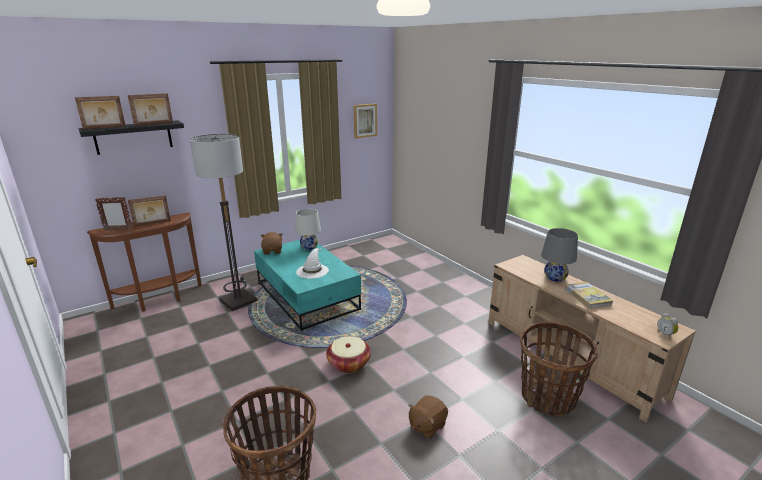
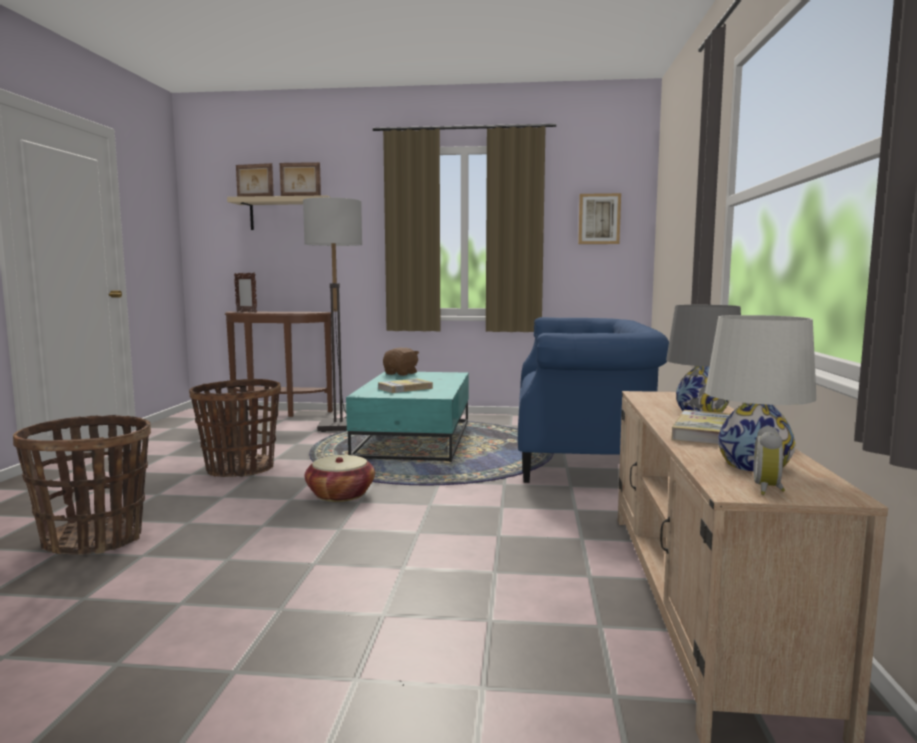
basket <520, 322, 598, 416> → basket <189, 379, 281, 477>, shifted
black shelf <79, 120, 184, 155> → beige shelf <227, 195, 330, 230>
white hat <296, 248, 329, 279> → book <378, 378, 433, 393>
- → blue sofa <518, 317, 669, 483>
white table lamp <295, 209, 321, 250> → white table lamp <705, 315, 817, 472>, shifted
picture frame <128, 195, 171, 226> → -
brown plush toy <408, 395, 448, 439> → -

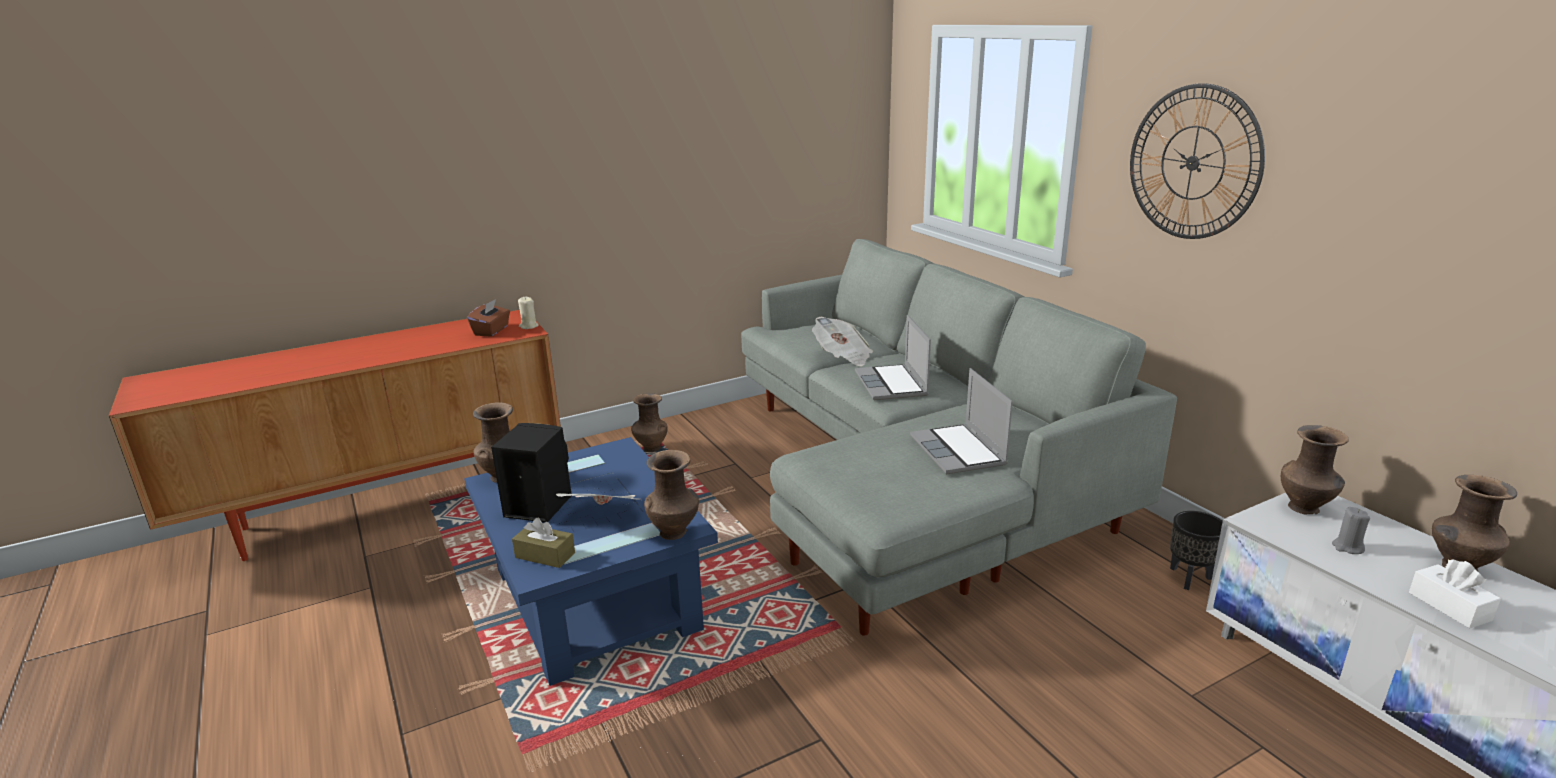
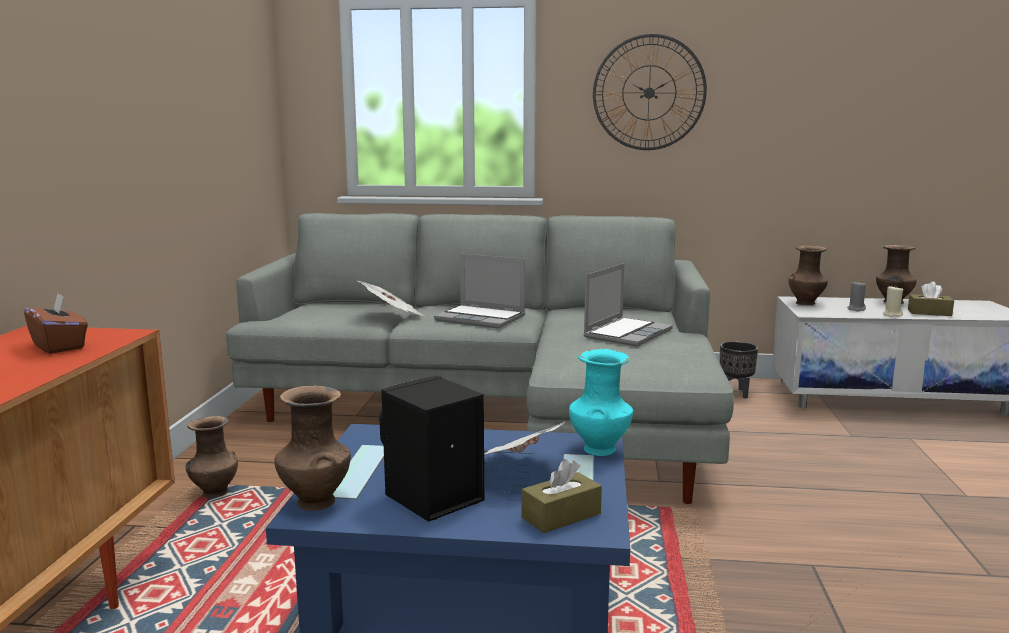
brown vase <644, 450, 699, 540> → turquoise vase <569, 349, 633, 456>
laptop <910, 368, 1013, 474> → laptop <583, 263, 673, 347>, 75 degrees counterclockwise
beige candle <518, 297, 539, 329> → beige candle <883, 285, 903, 317>, shifted
white tissue box <1409, 560, 1501, 629> → brown tissue box <908, 282, 954, 316>

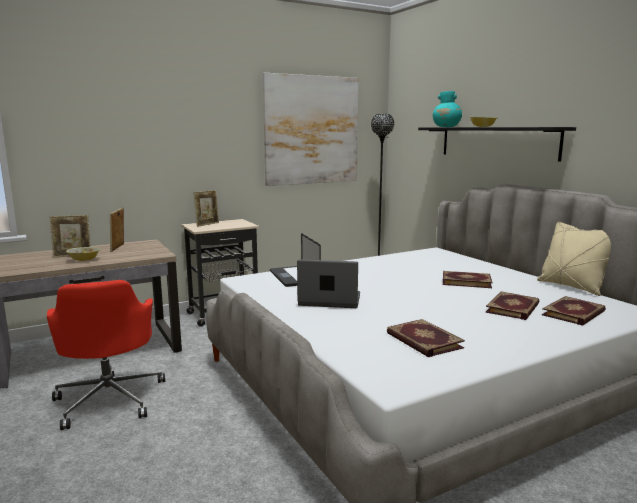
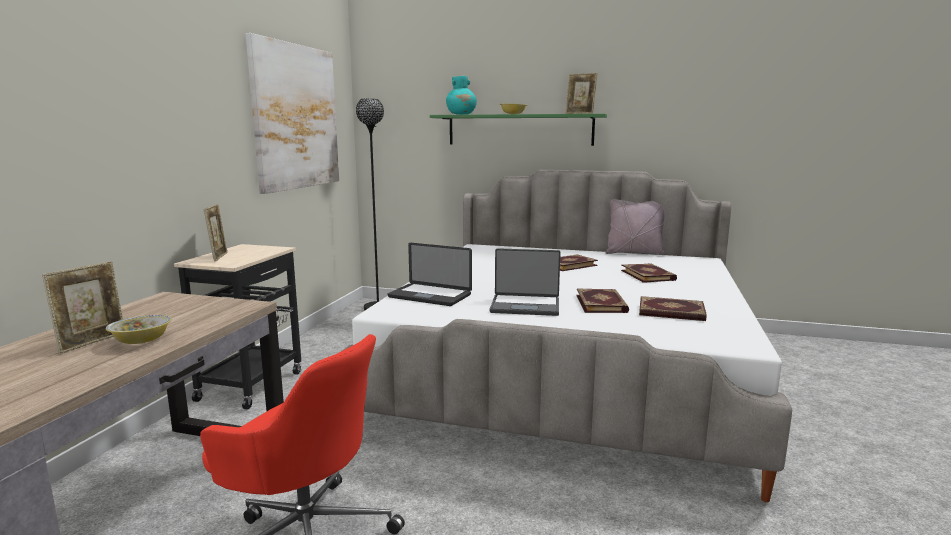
black shelf <418, 127, 576, 162> → green shelf <430, 114, 607, 146>
laptop <297, 259, 360, 308> → laptop <490, 248, 561, 316>, 135 degrees counterclockwise
picture frame <109, 208, 124, 252> → picture frame <565, 73, 598, 114>, shifted
book <542, 296, 606, 325> → book <576, 289, 629, 313>, shifted
beige pillow <537, 222, 611, 296> → purple pillow <606, 199, 665, 255>

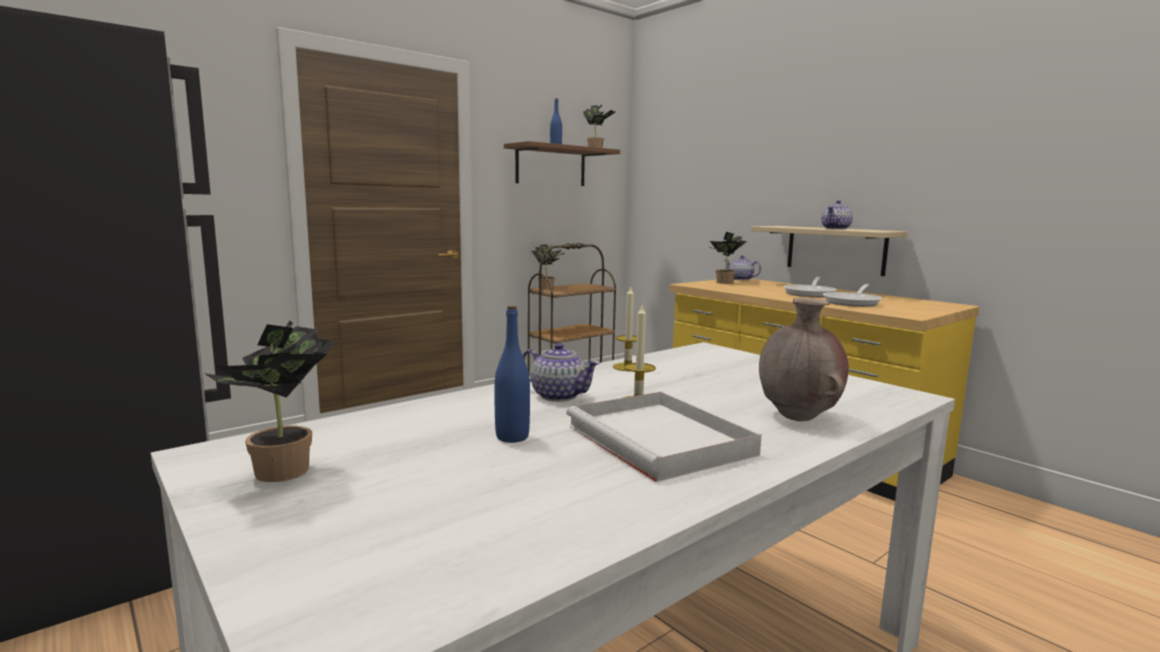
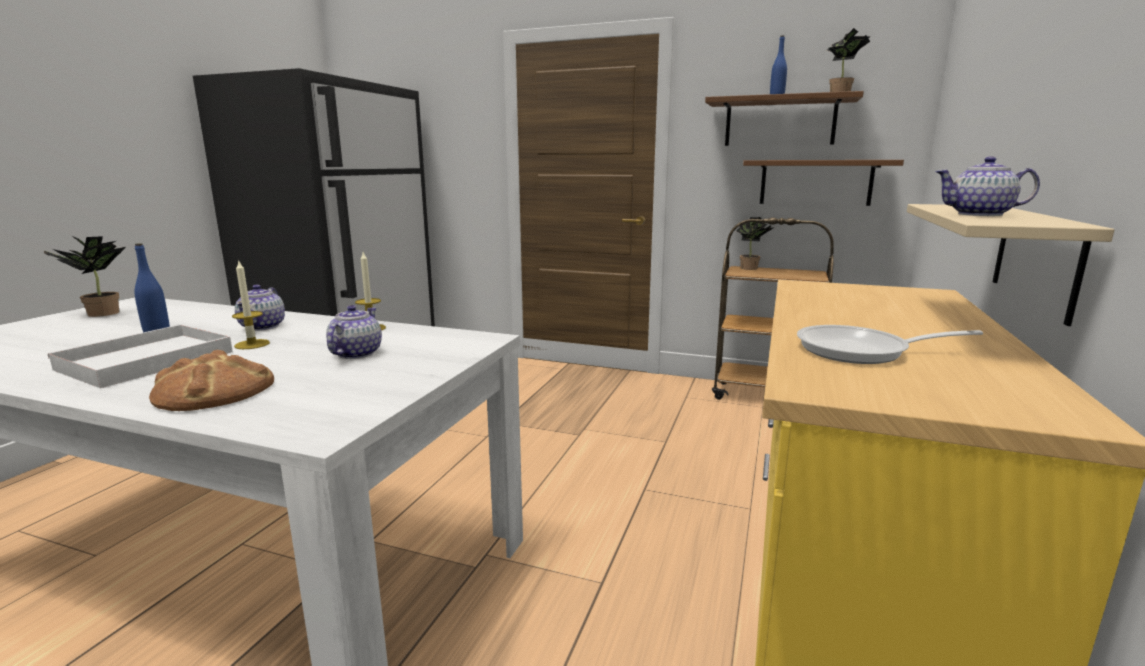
brown vase <759, 298, 849, 421> → bread <149, 349, 274, 411>
teapot <724, 255, 761, 280> → teapot <326, 305, 382, 359>, shifted
- → brown shelf <743, 160, 904, 206>
potted plant <709, 232, 747, 284> → -
frying pan <783, 277, 837, 297> → -

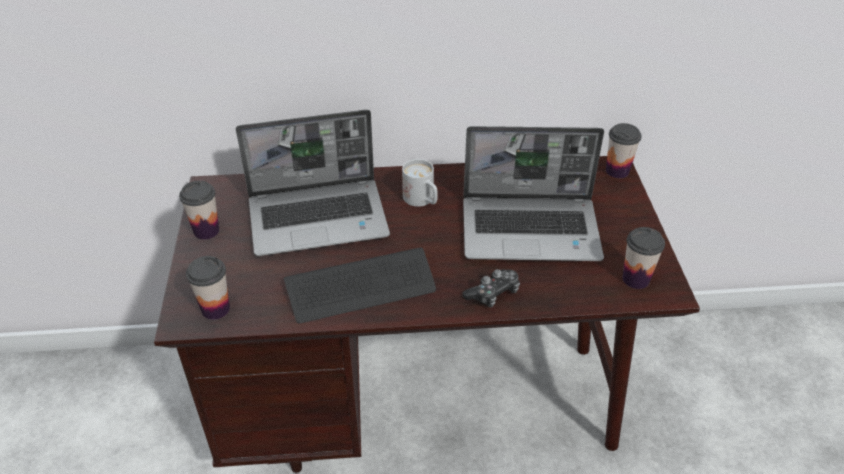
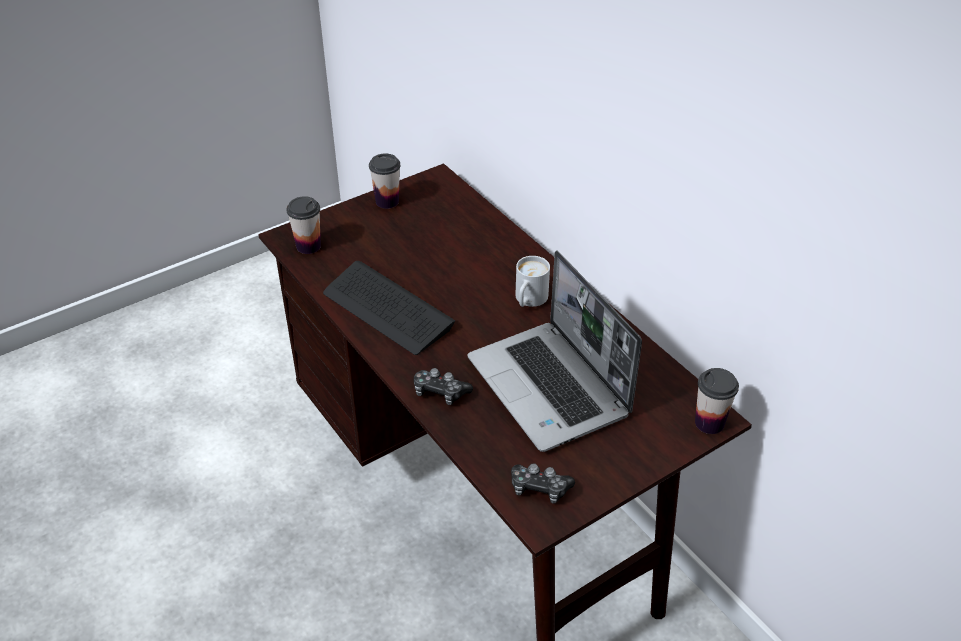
cup <622, 227, 665, 289> → game controller <511, 463, 575, 504>
laptop <236, 110, 390, 256> → -

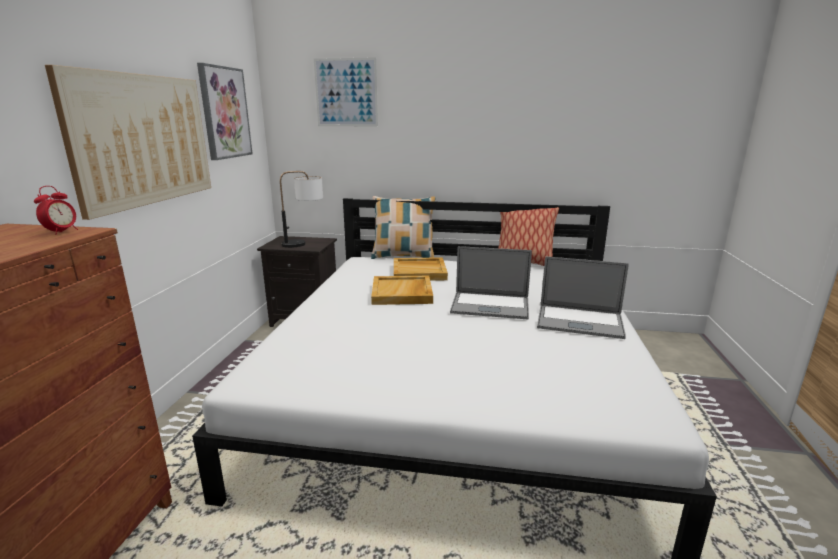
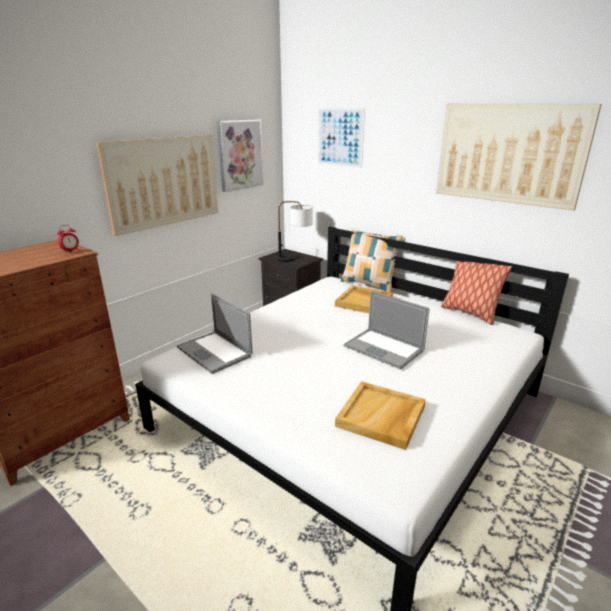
laptop <537, 256, 629, 339> → laptop <177, 293, 252, 374>, shifted
beige tray <371, 276, 433, 305> → beige tray <335, 381, 426, 450>, shifted
- → picture <436, 104, 602, 210>

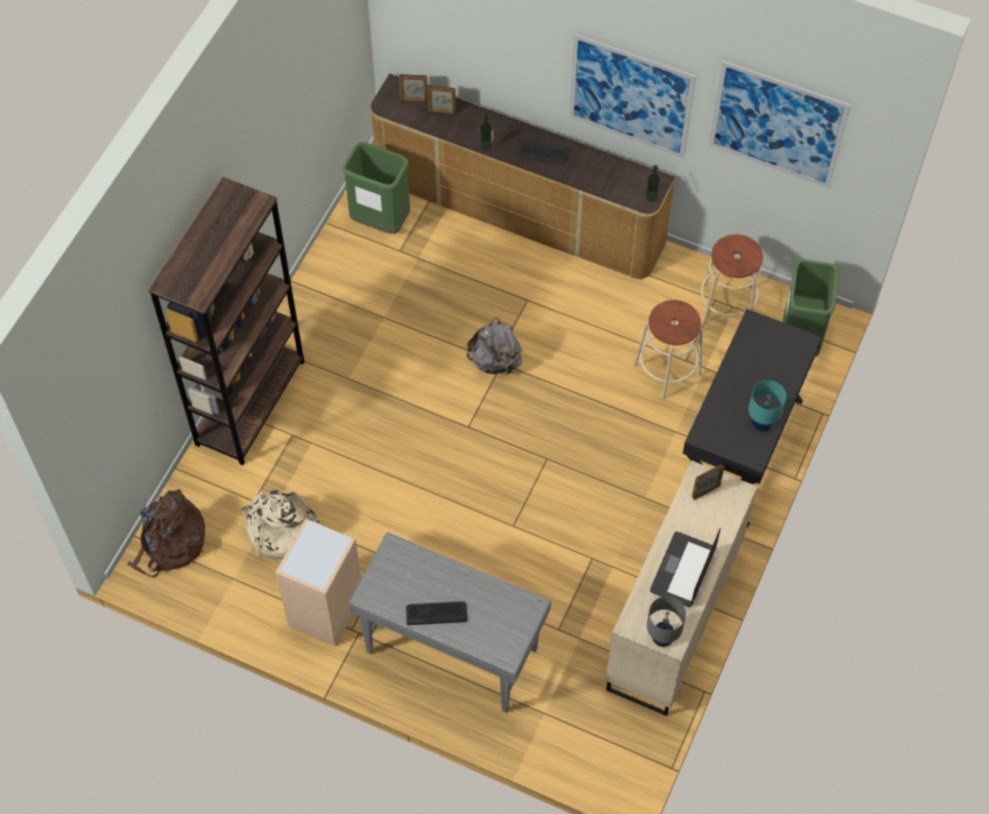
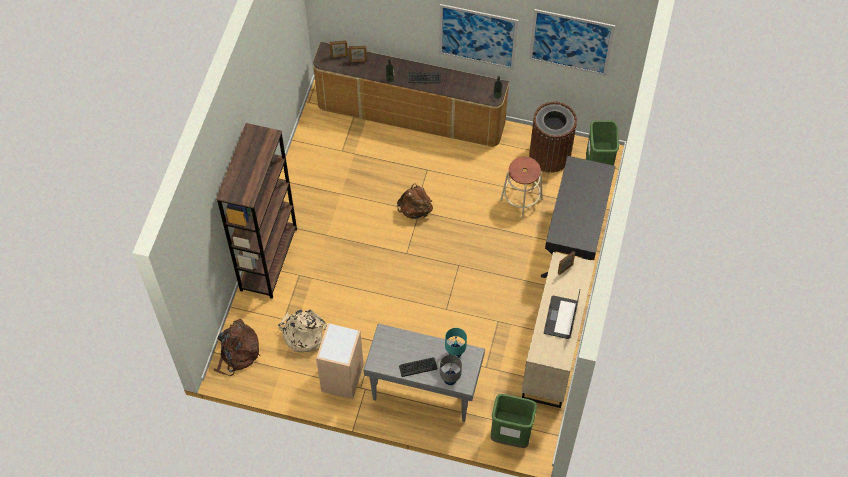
grey backpack <467, 317, 523, 376> → brown backpack <397, 183, 433, 219>
grey table lamp <647, 596, 686, 647> → grey table lamp <440, 355, 462, 385>, shifted
turquoise table lamp <748, 380, 786, 431> → turquoise table lamp <445, 328, 467, 358>, shifted
green trash can <343, 142, 410, 234> → green trash can <491, 394, 537, 448>, shifted
beige stool <701, 234, 763, 324> → brown trash can <529, 102, 577, 173>

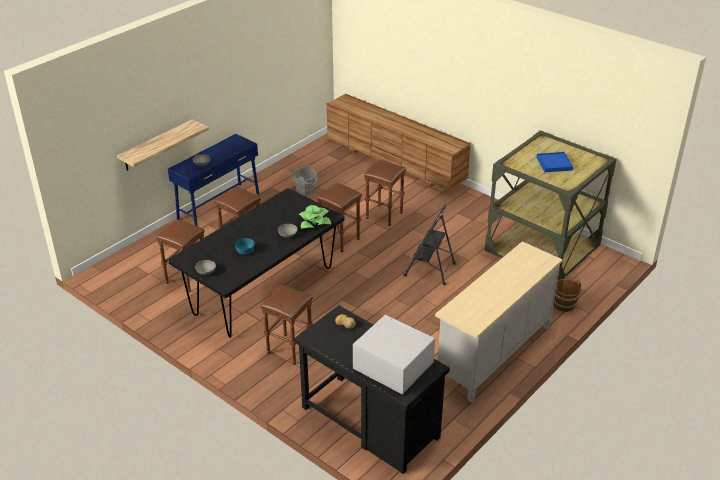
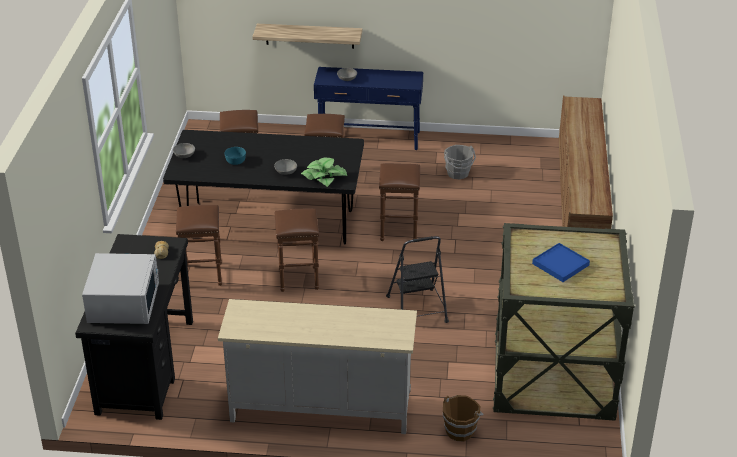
brown stool <364, 160, 406, 226> → brown stool <275, 209, 319, 292>, shifted

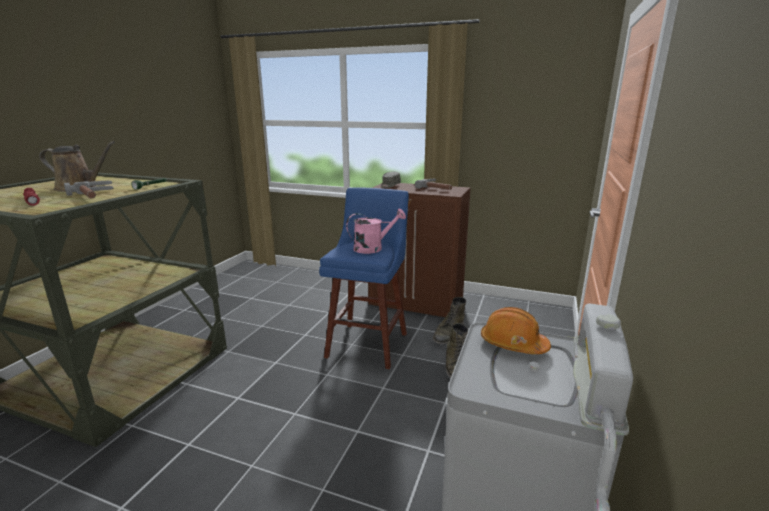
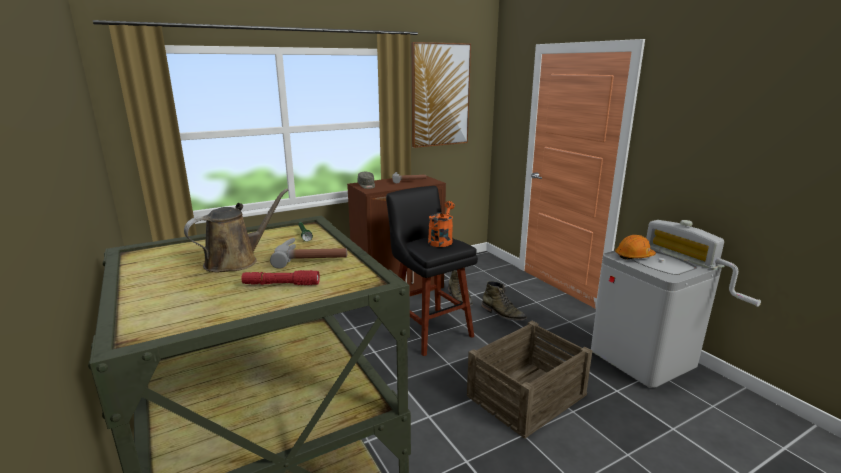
blue stool <319, 188, 409, 369> → black stool <386, 186, 478, 356>
- → picture <412, 42, 471, 148>
pink watering can <346, 209, 406, 254> → orange watering can <428, 201, 455, 247>
- → crate <467, 321, 592, 439>

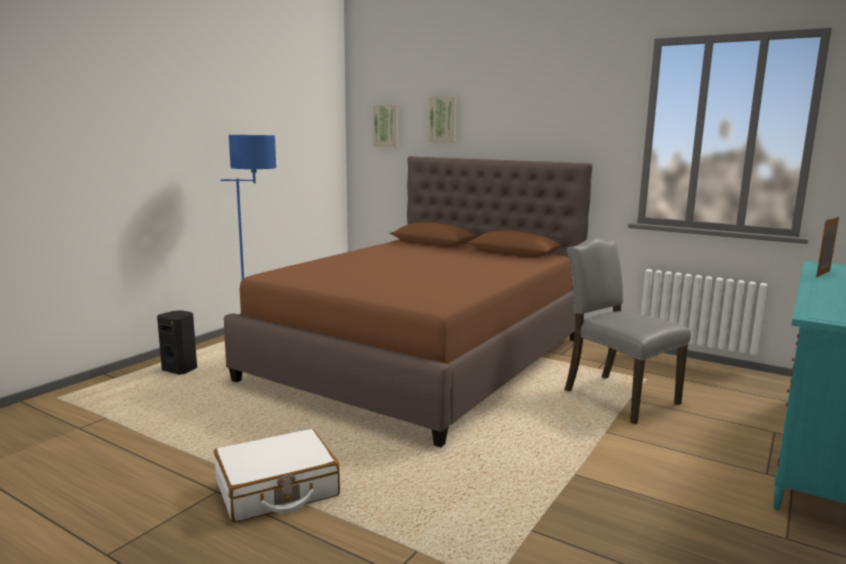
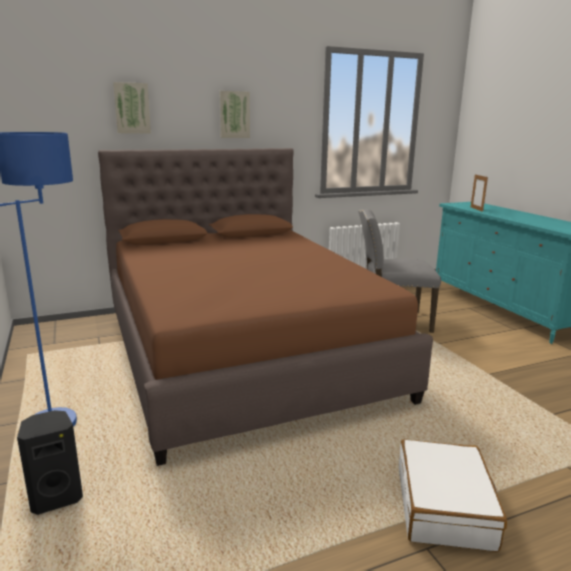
picture <373, 104, 398, 148> → picture <219, 91, 250, 138>, shifted

